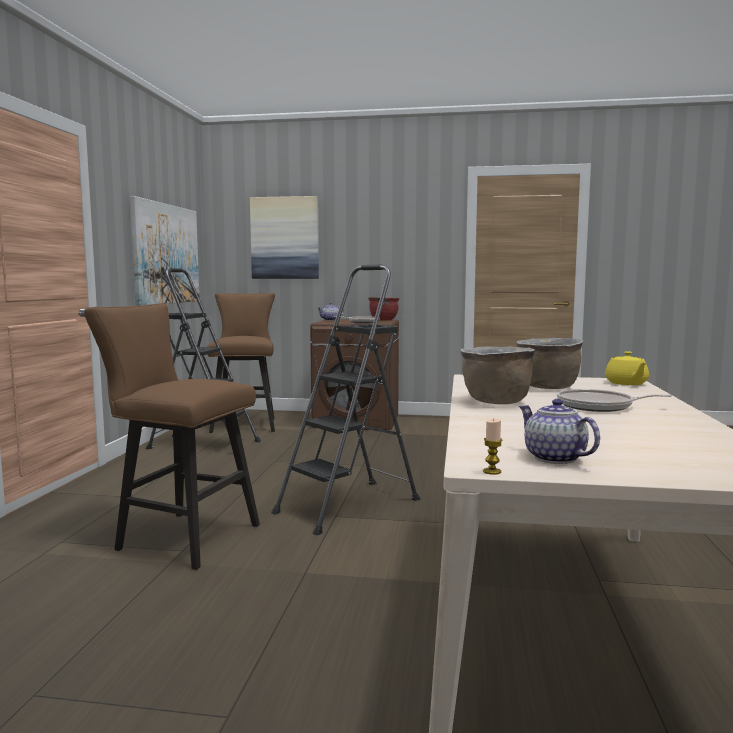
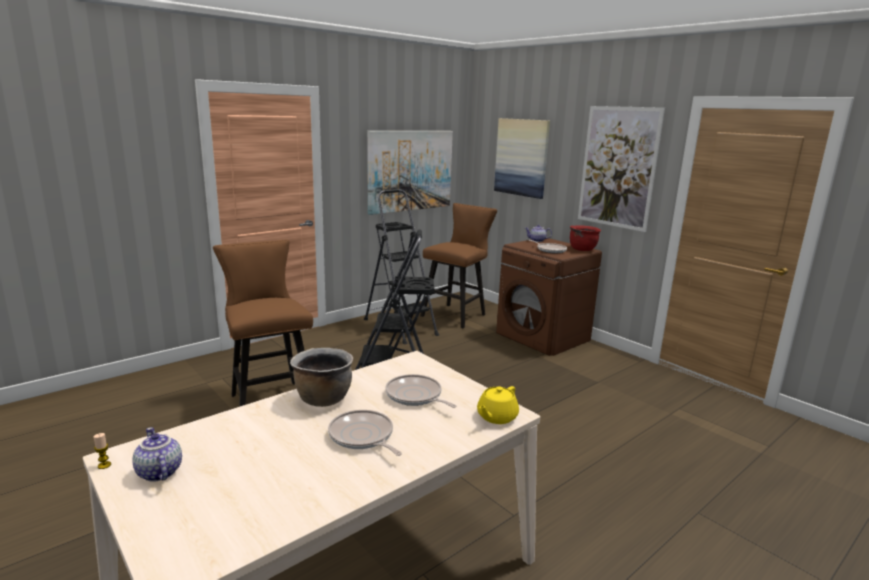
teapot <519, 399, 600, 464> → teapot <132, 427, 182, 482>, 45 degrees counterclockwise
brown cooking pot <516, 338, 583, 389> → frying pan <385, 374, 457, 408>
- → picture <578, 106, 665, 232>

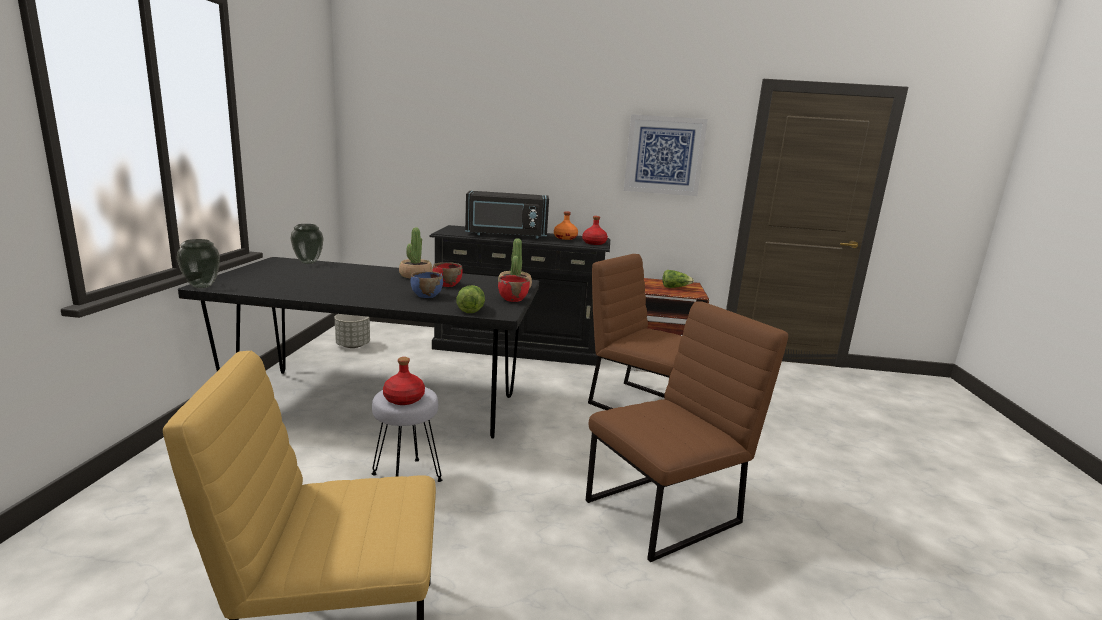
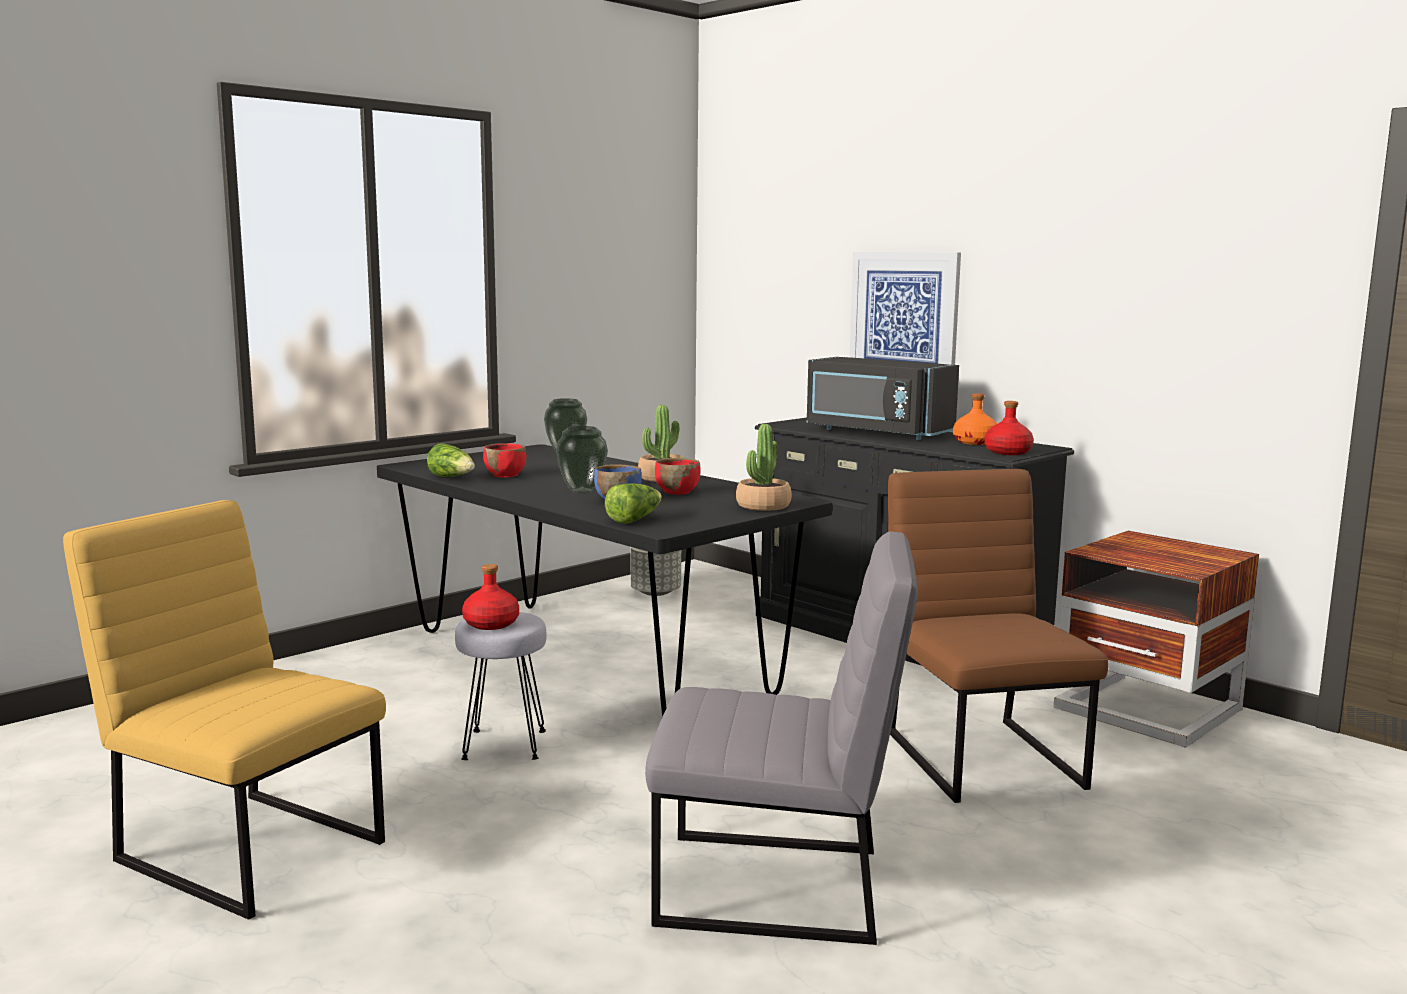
lettuce <662, 270, 694, 288> → lettuce <427, 443, 475, 477>, shifted
red bowl <498, 275, 530, 302> → red bowl <483, 443, 526, 478>, shifted
vase <177, 239, 220, 288> → vase <556, 426, 608, 493>, shifted
brown chair <586, 301, 788, 562> → grey chair <645, 531, 918, 945>
picture <624, 114, 708, 196> → picture <849, 252, 961, 365>, shifted

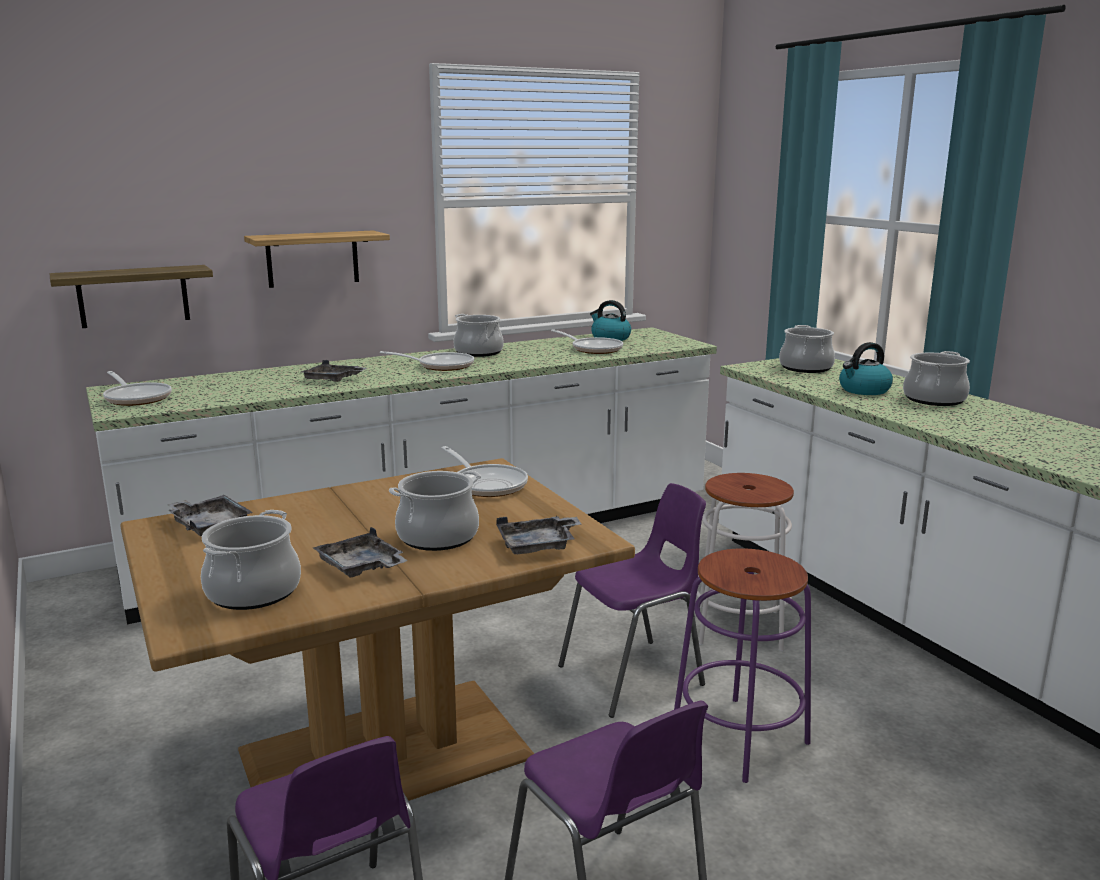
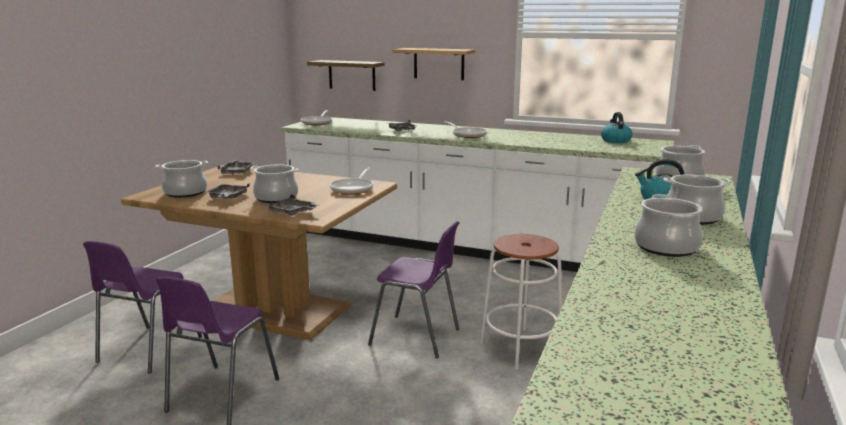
cooking pot <453, 314, 504, 357> → cooking pot <634, 194, 703, 257>, shifted
frying pan <551, 329, 623, 354> → -
purple stool <674, 548, 811, 783> → -

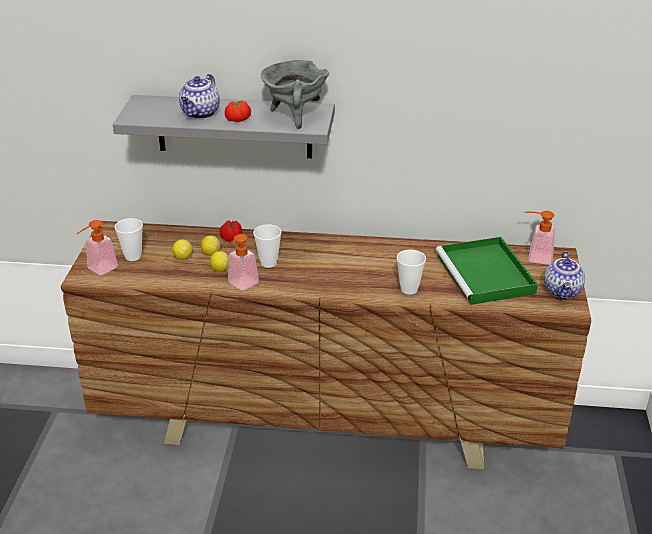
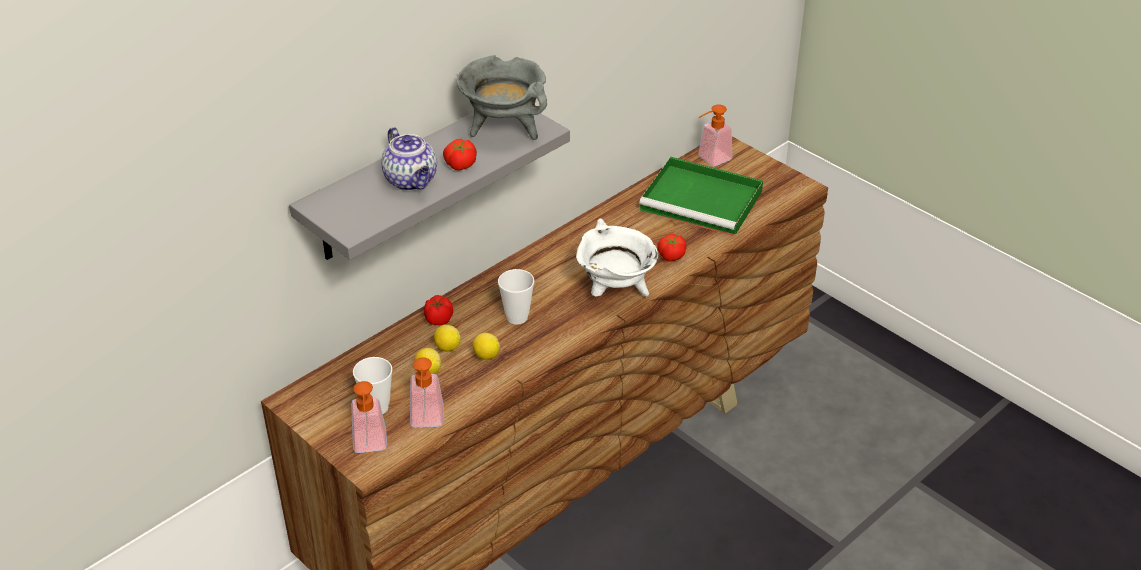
soap dispenser <222, 234, 259, 291> → soap dispenser <410, 357, 444, 428>, shifted
- → white cooking pot <576, 218, 658, 297>
cup <397, 250, 426, 295> → tomato <657, 234, 687, 262>
teapot <544, 251, 585, 299> → -

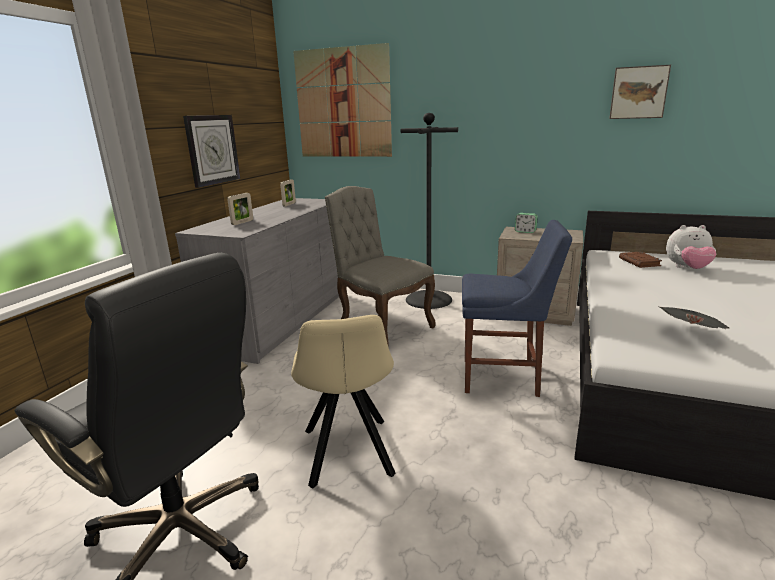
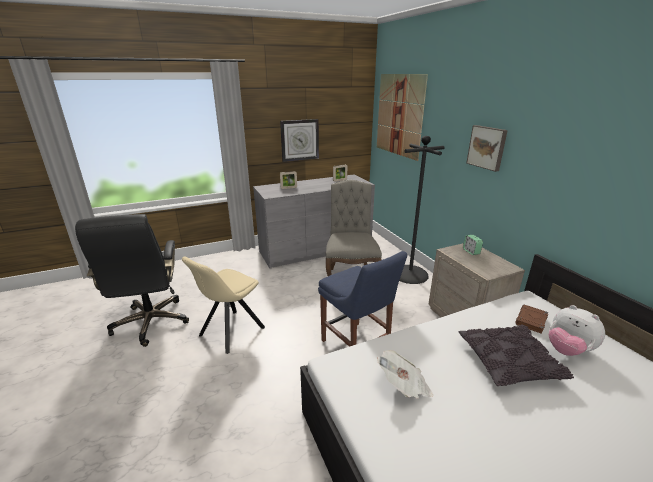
- → black pillow <459, 325, 574, 386>
picture <609, 65, 671, 119> → picture <466, 125, 508, 172>, shifted

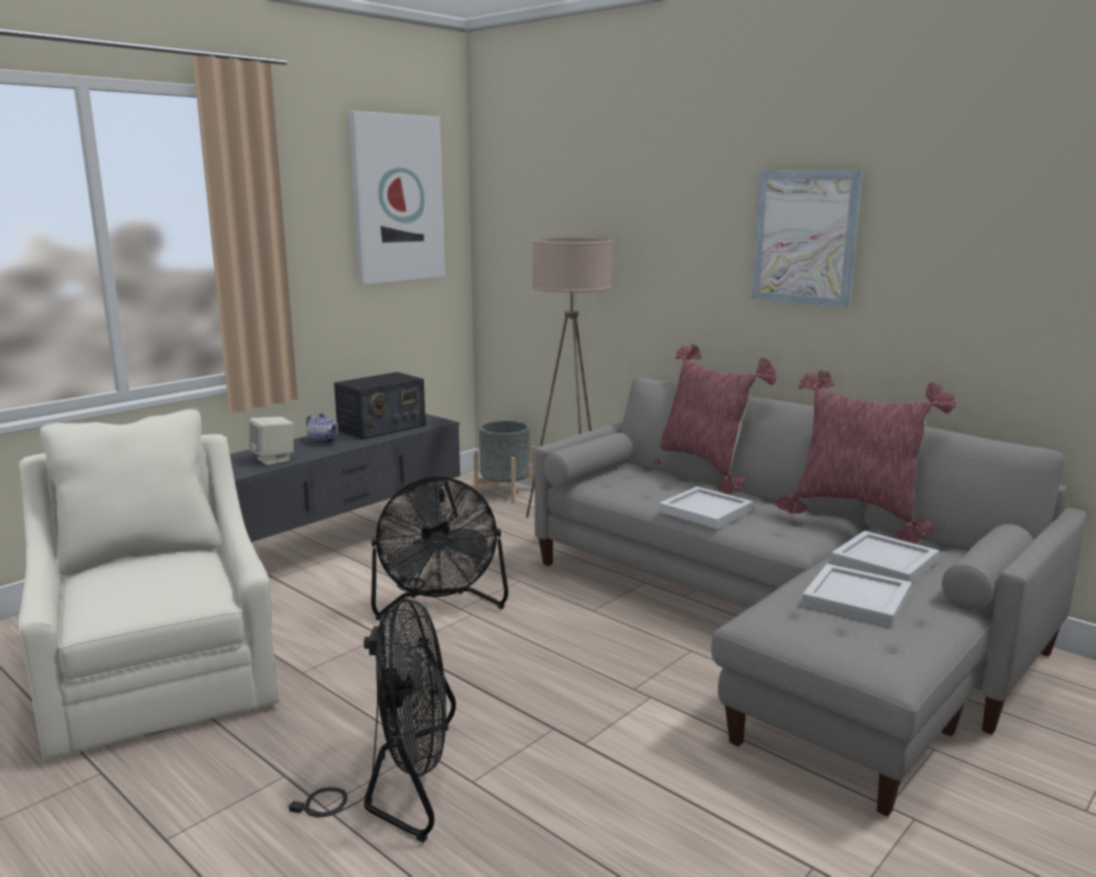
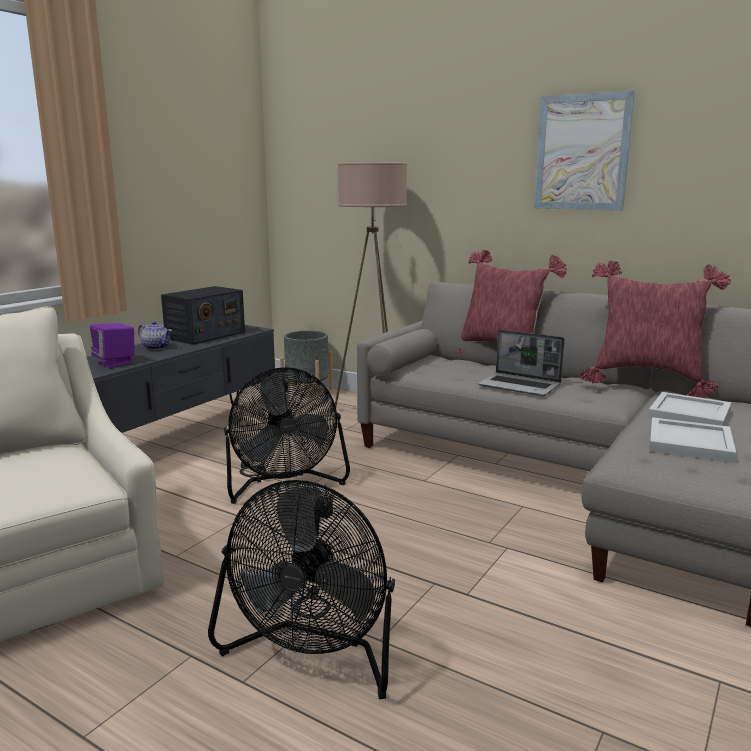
beige speaker <249, 417, 294, 465> → purple speaker <90, 323, 135, 368>
black fan <288, 598, 456, 843> → black fan <208, 480, 395, 699>, 120 degrees clockwise
white tray <659, 486, 754, 529> → laptop <478, 329, 565, 396>
picture <348, 111, 445, 285> → -

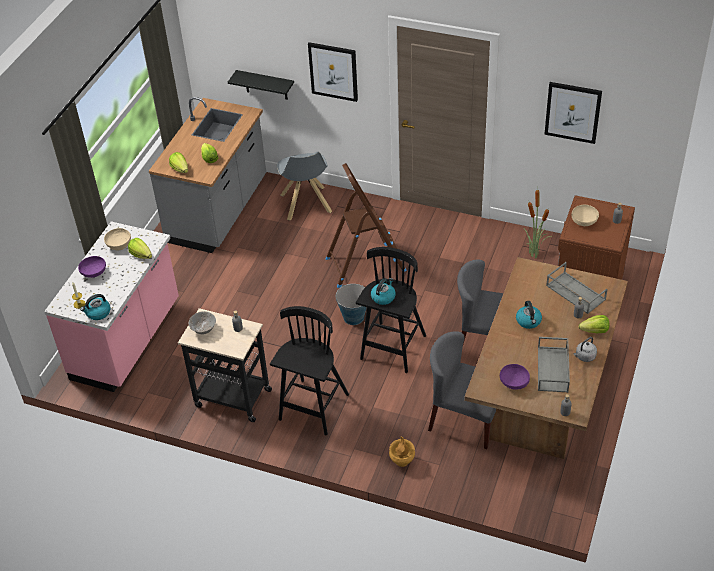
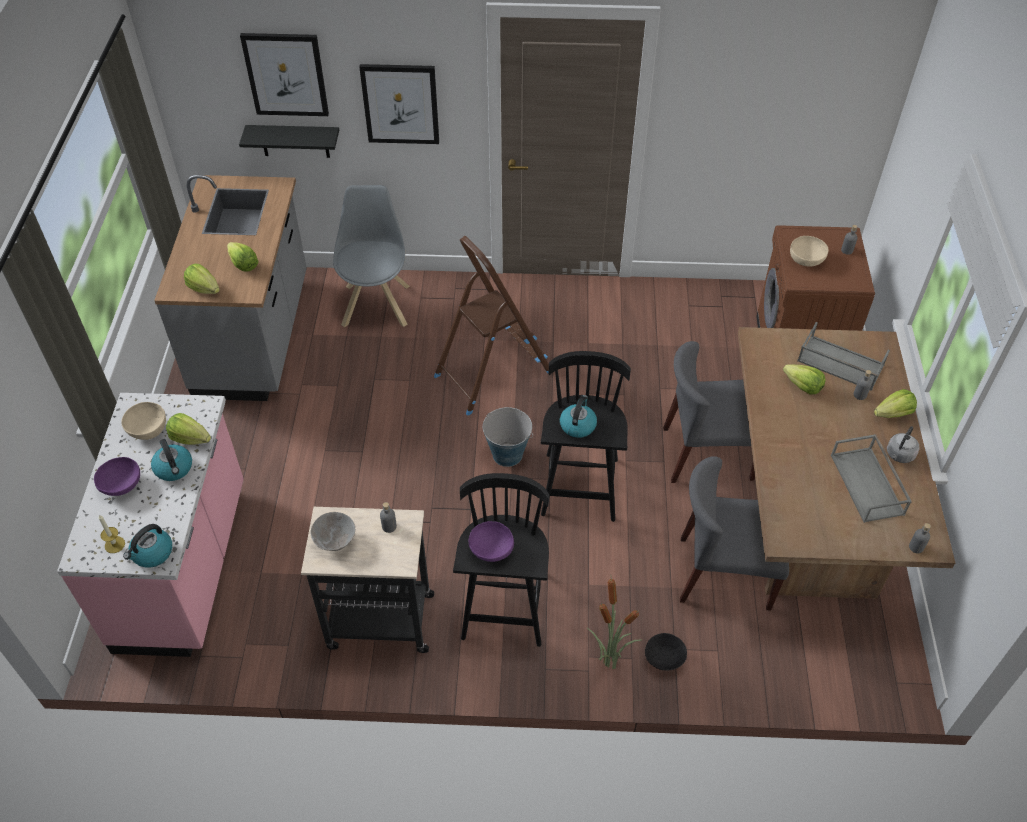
kettle <516, 301, 542, 329> → kettle <151, 439, 192, 481>, shifted
picture <544, 82, 602, 144> → picture <240, 33, 329, 116>, shifted
grey chair <277, 152, 332, 221> → grey chair <333, 185, 410, 327>, 150 degrees counterclockwise
purple bowl <500, 364, 530, 390> → purple bowl <469, 521, 514, 562>, shifted
potted plant <524, 188, 552, 259> → potted plant <587, 578, 642, 669>, shifted
brown vase <389, 437, 415, 467> → black bowl <645, 633, 687, 671>
- → lettuce <783, 364, 826, 394>

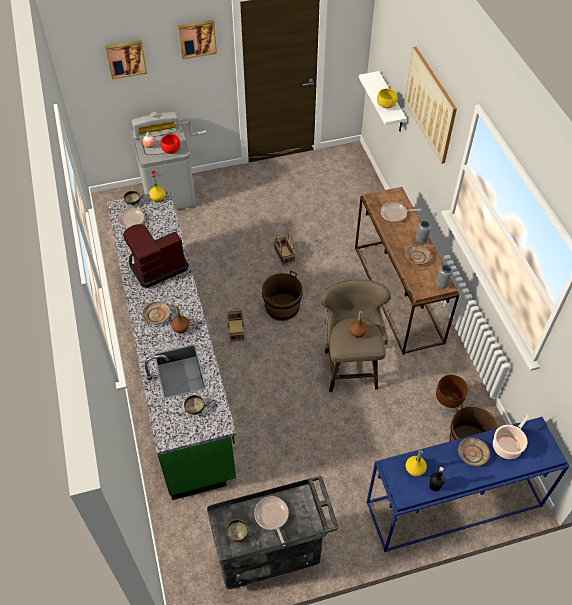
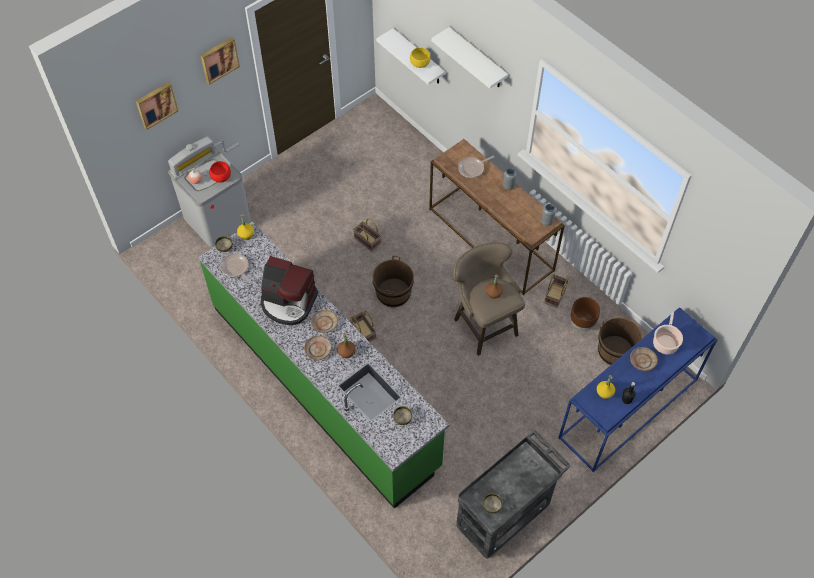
coffee machine <123, 224, 189, 288> → coffee machine <261, 256, 318, 325>, 105 degrees counterclockwise
beige plate <405, 245, 431, 265> → beige plate <311, 310, 338, 333>, shifted
picture <405, 47, 457, 164> → white shelf <431, 27, 508, 89>
- → basket <544, 274, 569, 308>
frying pan <254, 496, 289, 546> → -

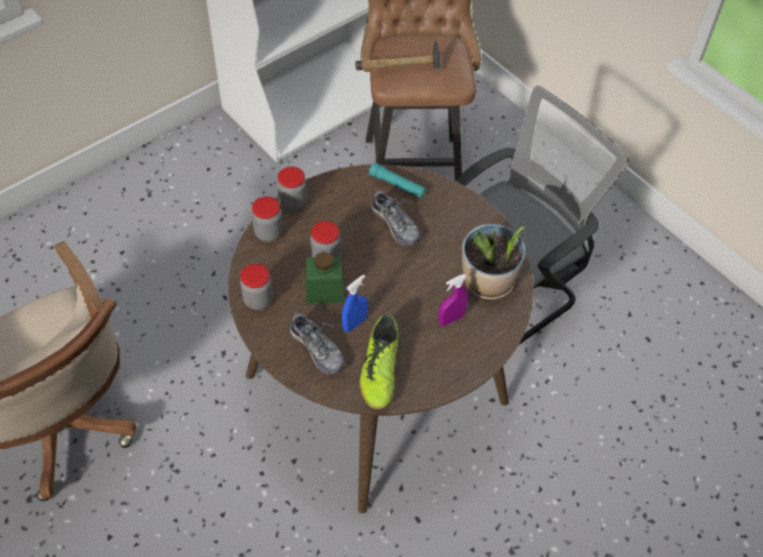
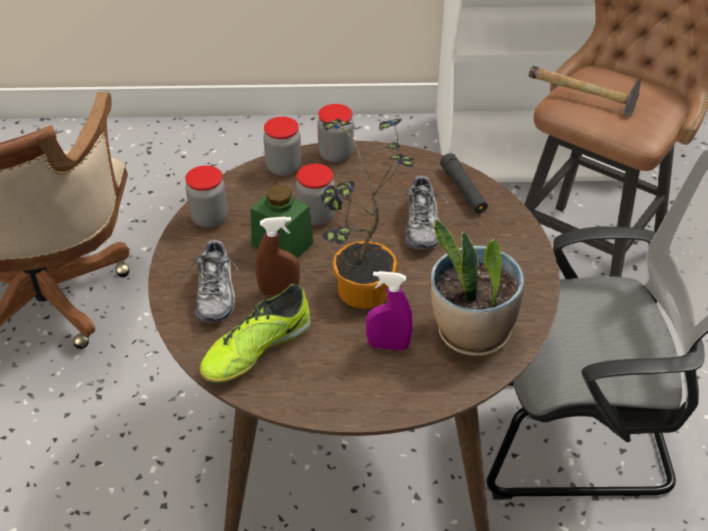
blue spray bottle <341, 274, 368, 332> → brown spray bottle <255, 217, 300, 295>
- → potted plant <321, 118, 415, 309>
turquoise flashlight <369, 163, 427, 198> → black flashlight <440, 153, 488, 214>

